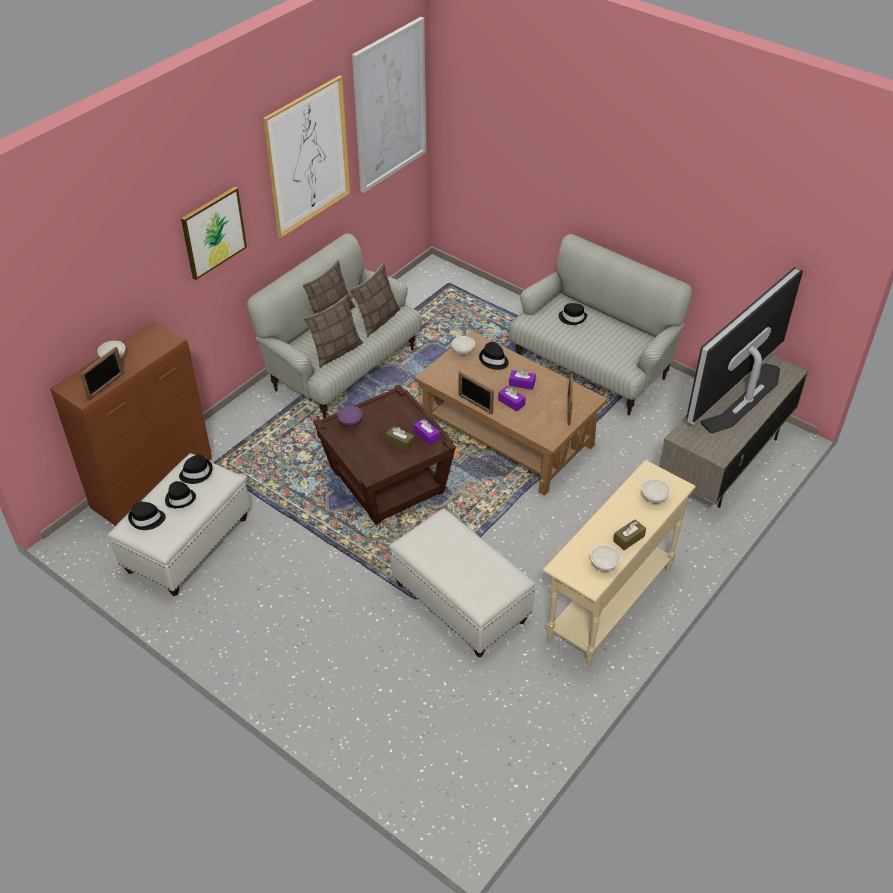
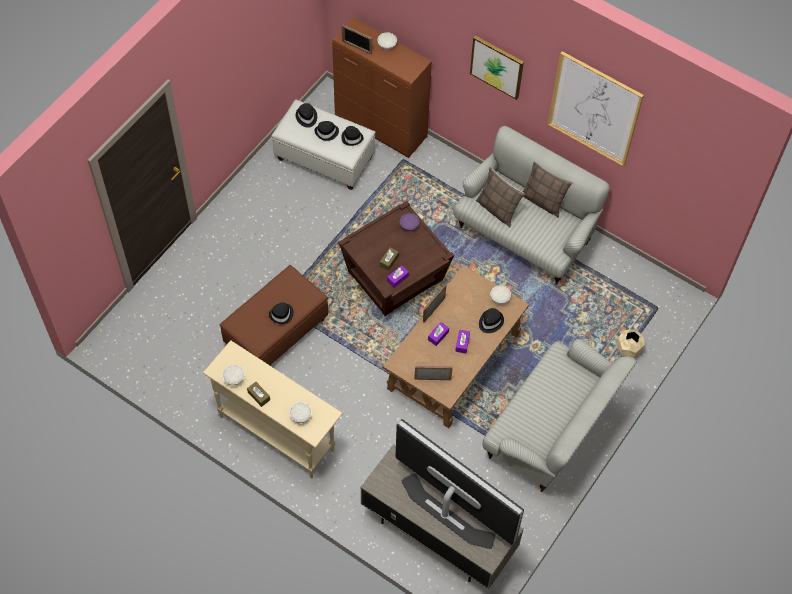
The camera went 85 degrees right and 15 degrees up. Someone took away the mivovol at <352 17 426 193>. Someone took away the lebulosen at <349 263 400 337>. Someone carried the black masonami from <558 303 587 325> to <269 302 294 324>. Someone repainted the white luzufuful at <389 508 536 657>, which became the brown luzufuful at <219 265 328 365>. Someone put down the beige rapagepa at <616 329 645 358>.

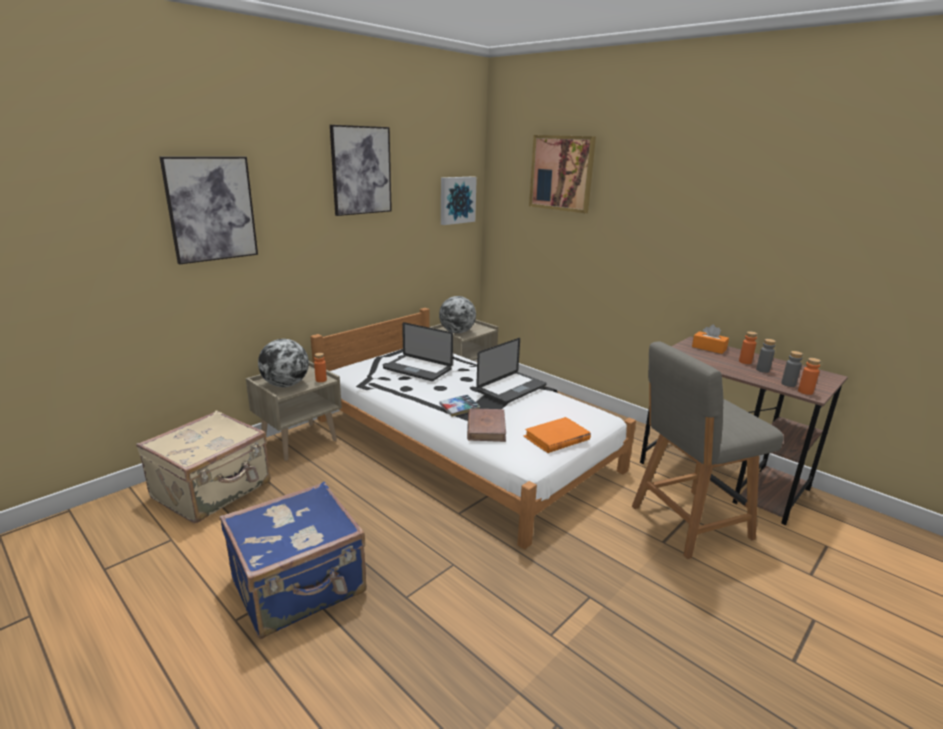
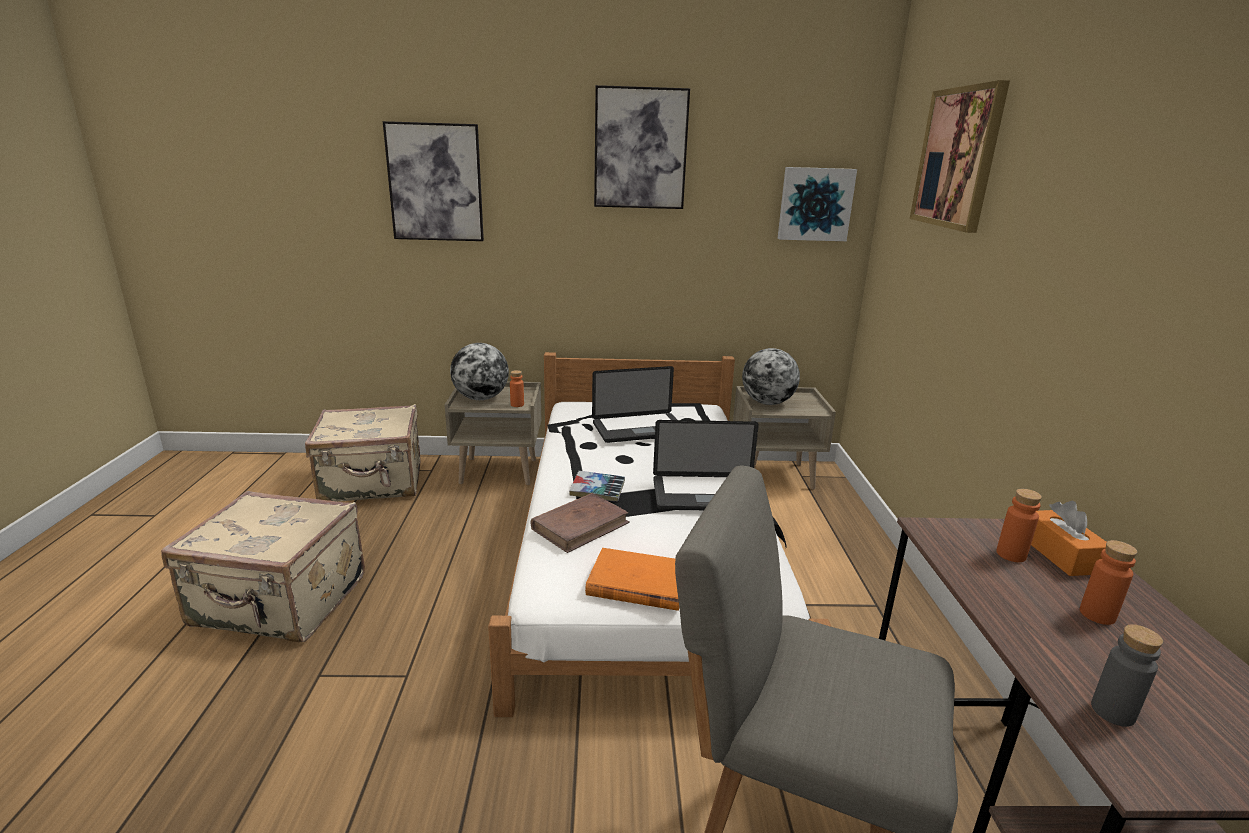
The camera went 45 degrees right and 0 degrees up. Someone rotated the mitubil at <383 322 453 381> by 90 degrees counterclockwise. Someone took away the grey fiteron at <756 339 776 373>. Someone carried the orange fiteron from <798 358 821 395> to <996 489 1042 562>. Someone repainted the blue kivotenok at <220 481 367 639>, which became the beige kivotenok at <161 491 365 642>.

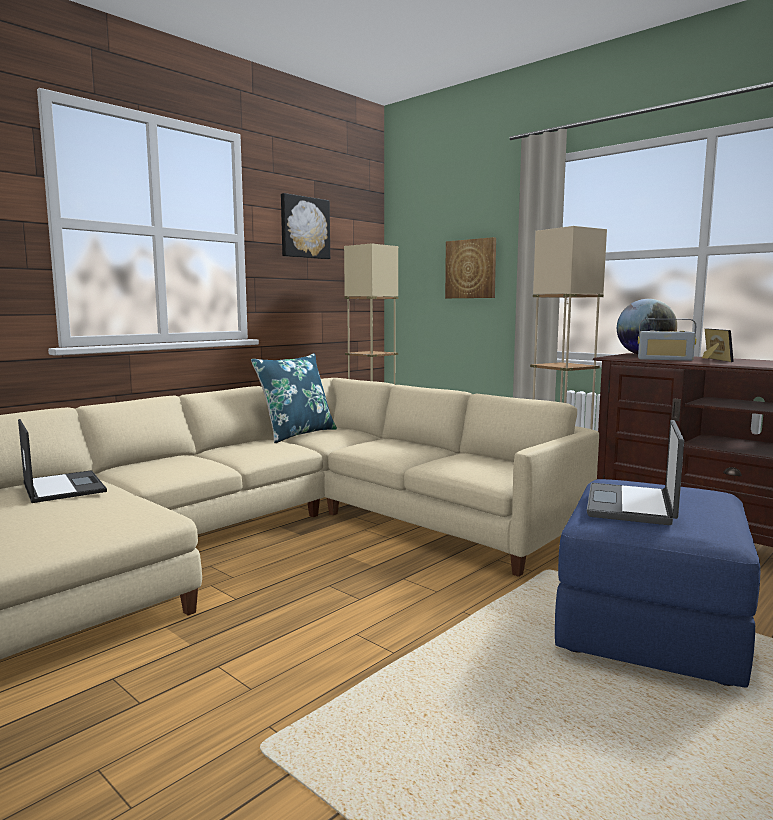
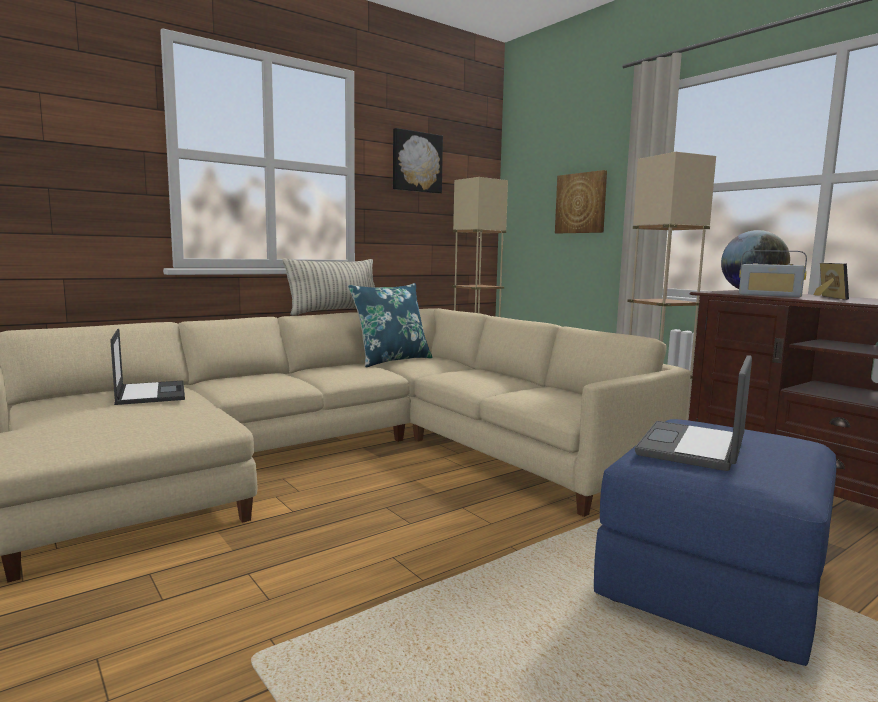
The camera went 10 degrees right and 0 degrees up. Someone put down the lebulosen at <283 258 375 316>.

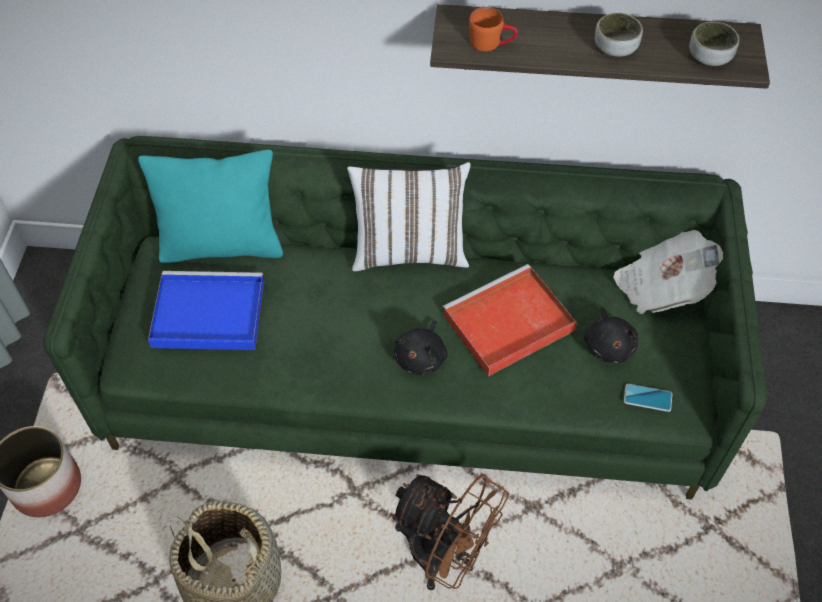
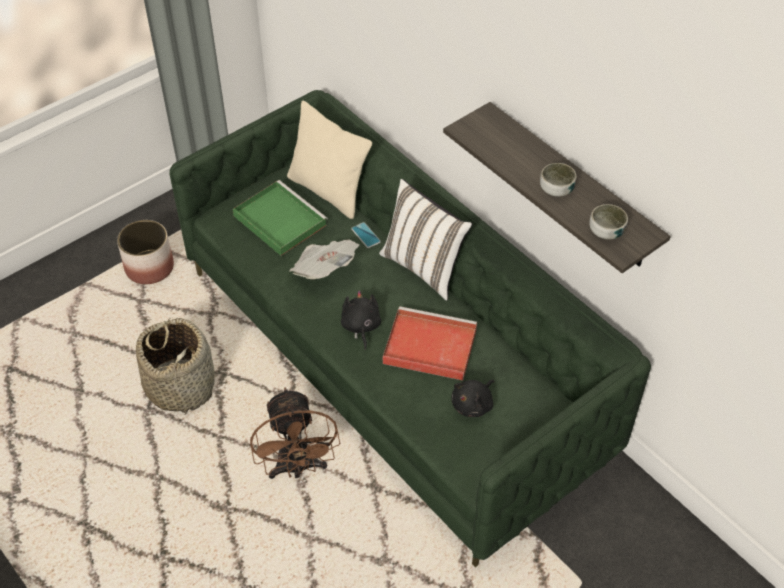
The camera went 45 degrees right and 5 degrees down. Someone took away the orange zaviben at <469 7 518 52>. Someone repainted the turquoise lebulosen at <138 149 283 263>, which became the beige lebulosen at <287 100 372 219>. Someone carried the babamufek from <613 230 723 314> to <290 239 359 279>. Someone repainted the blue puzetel at <148 271 264 350>, which became the green puzetel at <233 180 328 256>. Someone rotated the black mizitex at <394 321 448 375> by 105 degrees clockwise. Someone carried the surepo from <624 384 672 412> to <351 222 381 248>.

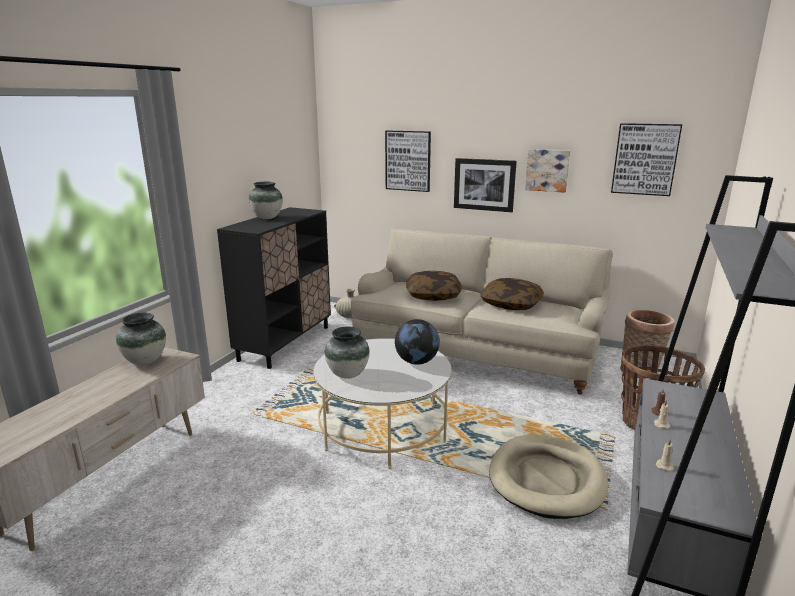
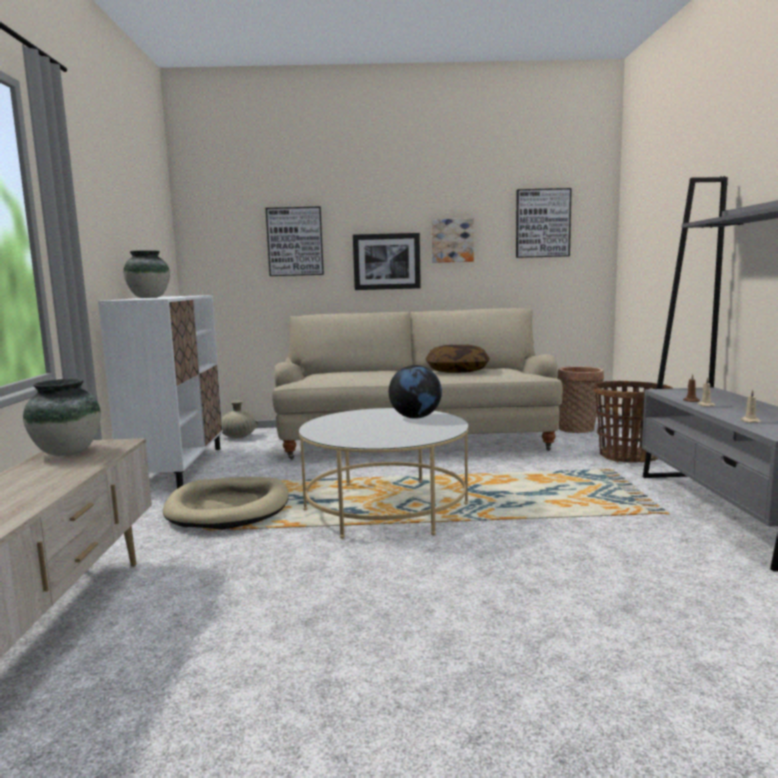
The camera went 25 degrees left and 10 degrees down. Someone repainted the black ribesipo at <217 207 331 369>, which became the white ribesipo at <98 295 223 489>. Someone took away the lebulosen at <406 271 462 301>. Someone took away the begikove at <325 326 370 379>. Someone carried the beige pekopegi from <489 435 608 519> to <163 477 289 529>.

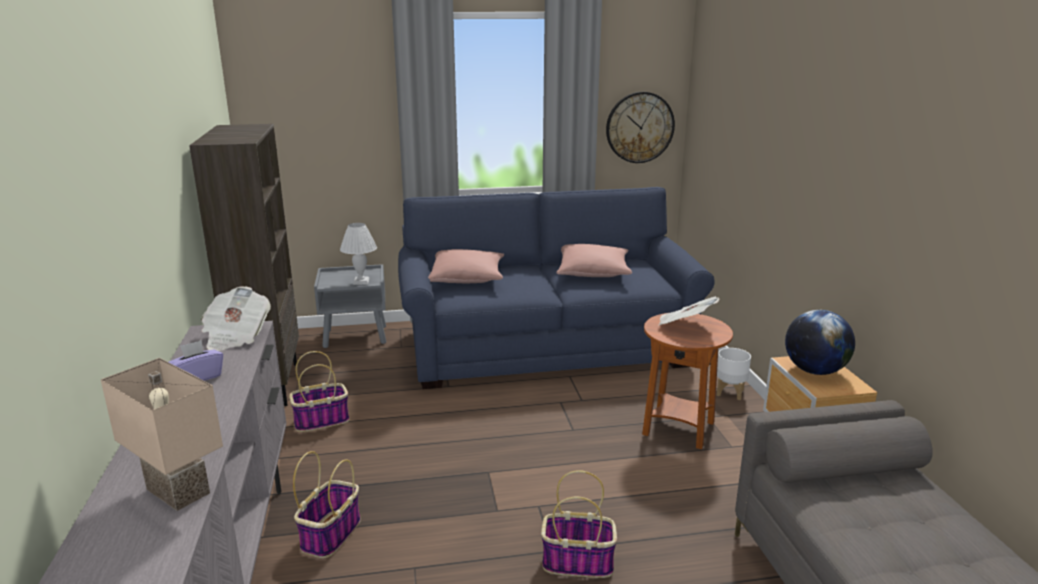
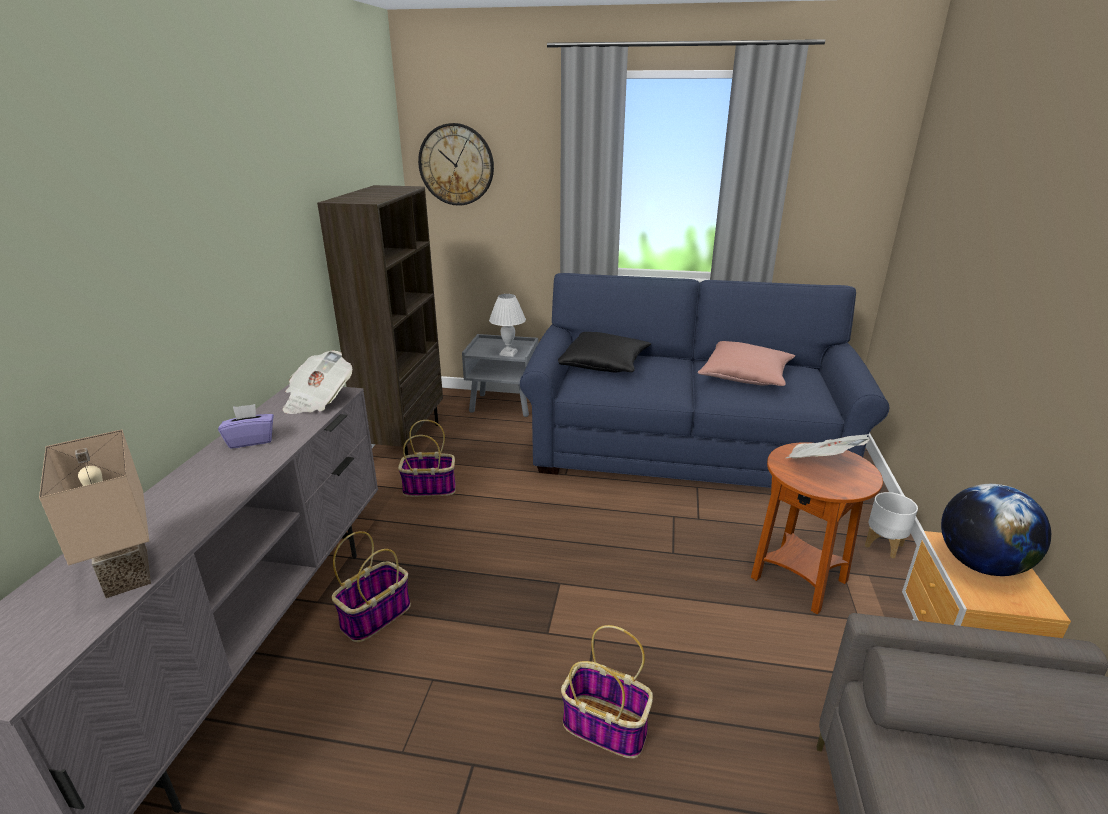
The camera went 20 degrees right and 5 degrees up. Someone carried the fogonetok from <606 92 675 163> to <418 123 494 206>. Someone repainted the pink lebulosen at <428 249 504 283>, which became the black lebulosen at <558 332 651 373>.

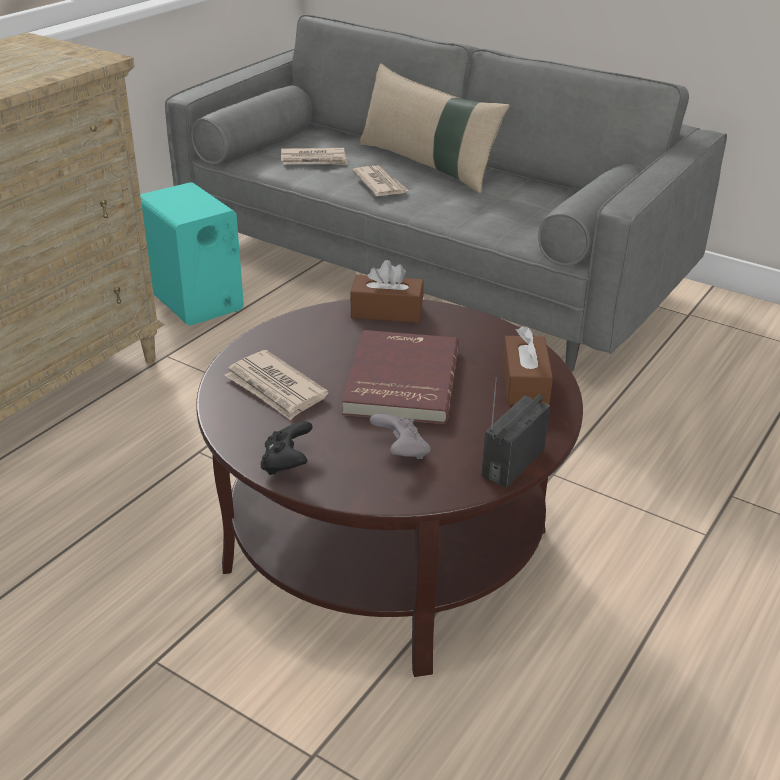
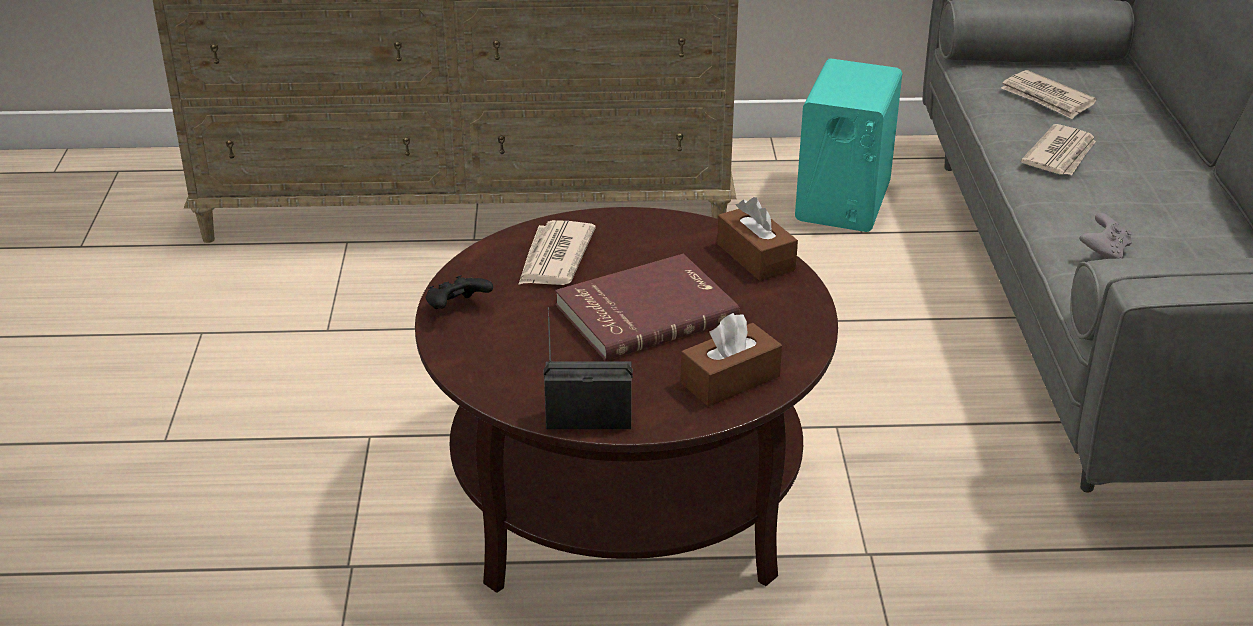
The camera went 55 degrees right and 0 degrees up. Someone took away the beige lebulosen at <359 63 510 193>. Someone carried the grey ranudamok from <370 414 430 459> to <1079 213 1132 259>.

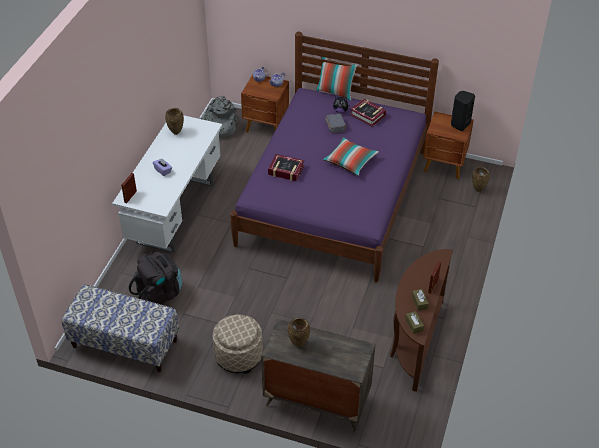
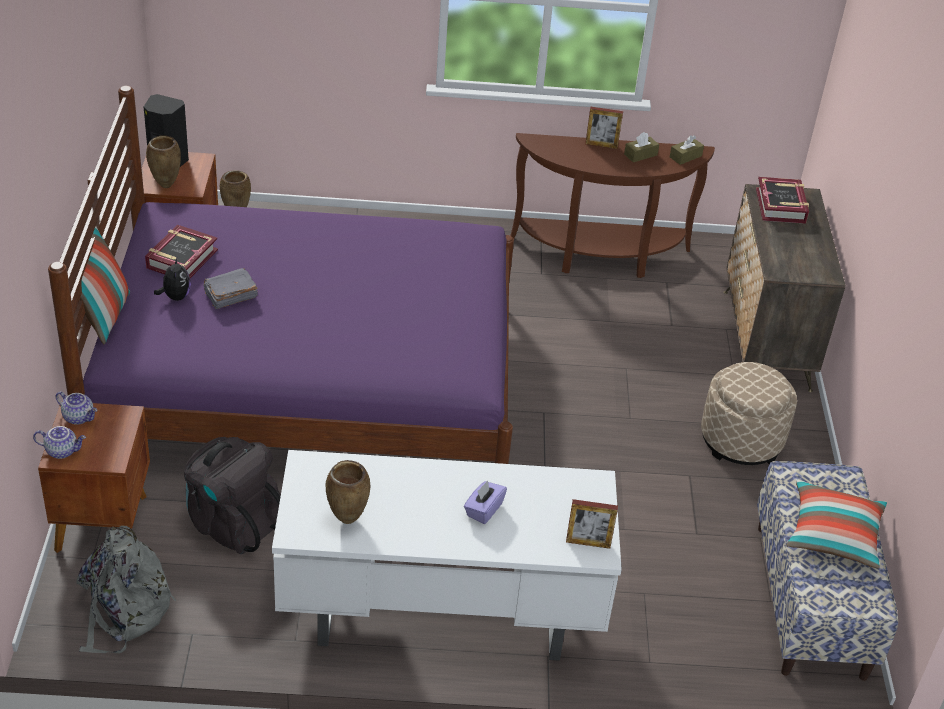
The camera went 110 degrees left and 5 degrees down. Someone carried the lebulosen from <323 137 379 176> to <787 479 887 569>. Someone carried the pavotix from <268 154 304 181> to <756 177 809 224>. Someone carried the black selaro from <129 252 182 304> to <184 437 281 554>. Someone carried the brown begikove from <288 317 310 347> to <146 135 181 188>.

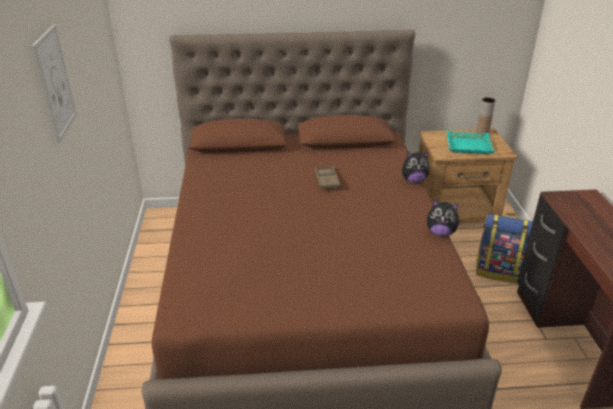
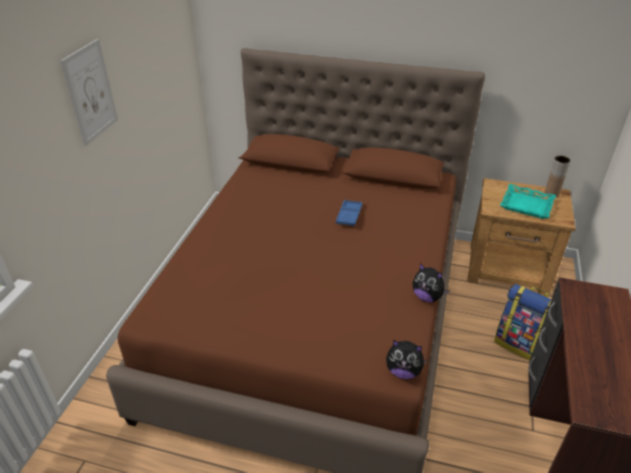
The camera went 20 degrees right and 5 degrees up. Someone carried the mizitex from <402 152 429 183> to <386 340 428 379>. Someone repainted the brown puzetel at <315 166 340 189>, which became the blue puzetel at <336 200 362 226>.

